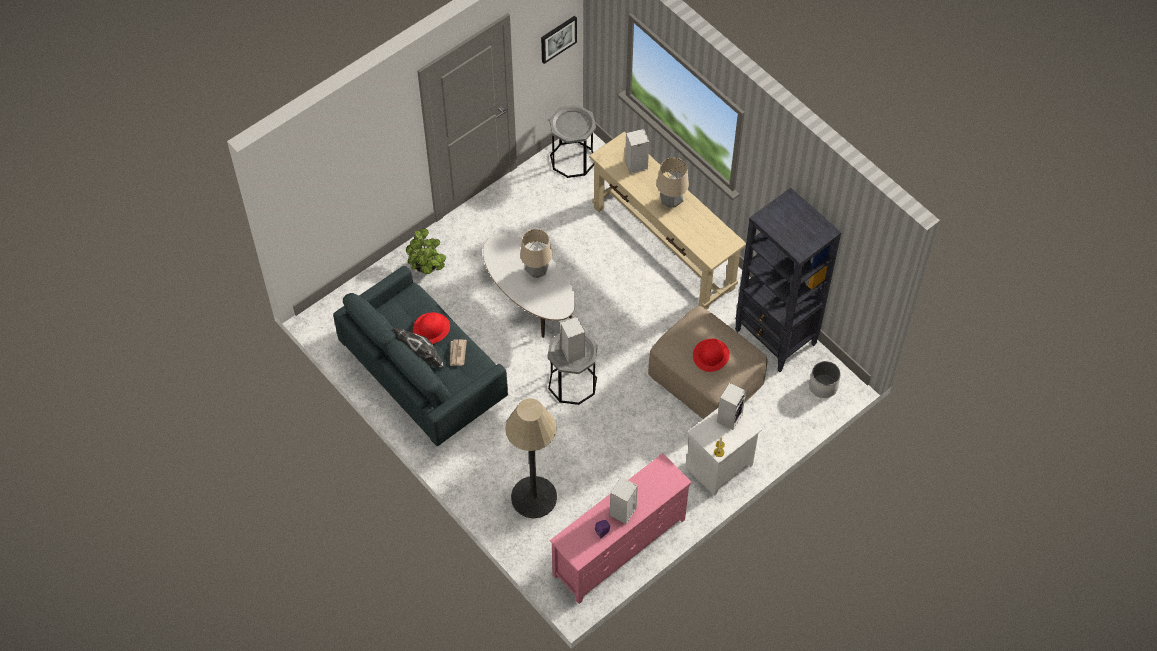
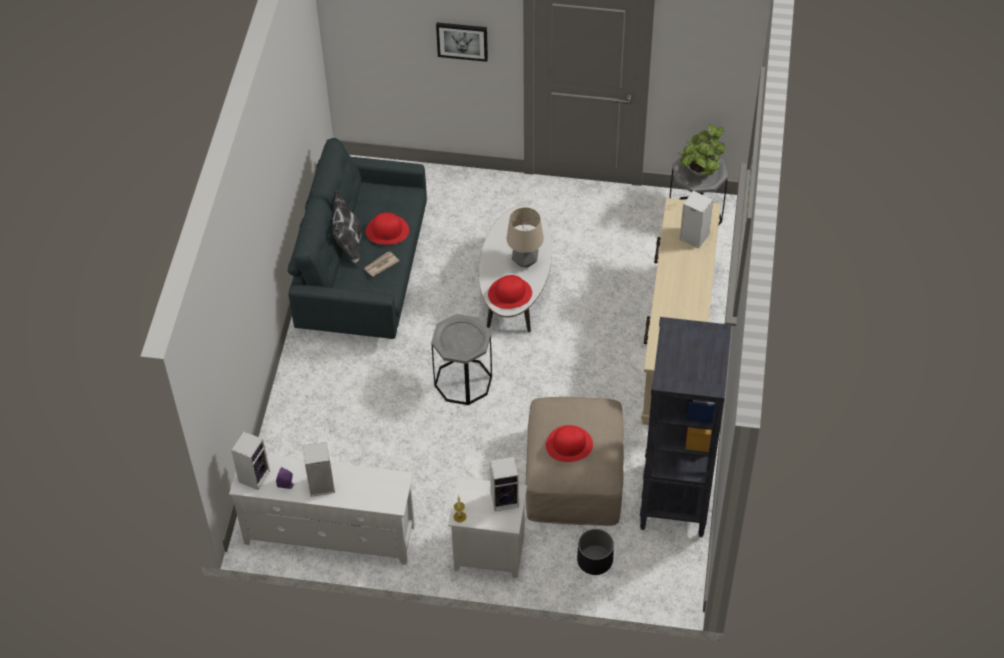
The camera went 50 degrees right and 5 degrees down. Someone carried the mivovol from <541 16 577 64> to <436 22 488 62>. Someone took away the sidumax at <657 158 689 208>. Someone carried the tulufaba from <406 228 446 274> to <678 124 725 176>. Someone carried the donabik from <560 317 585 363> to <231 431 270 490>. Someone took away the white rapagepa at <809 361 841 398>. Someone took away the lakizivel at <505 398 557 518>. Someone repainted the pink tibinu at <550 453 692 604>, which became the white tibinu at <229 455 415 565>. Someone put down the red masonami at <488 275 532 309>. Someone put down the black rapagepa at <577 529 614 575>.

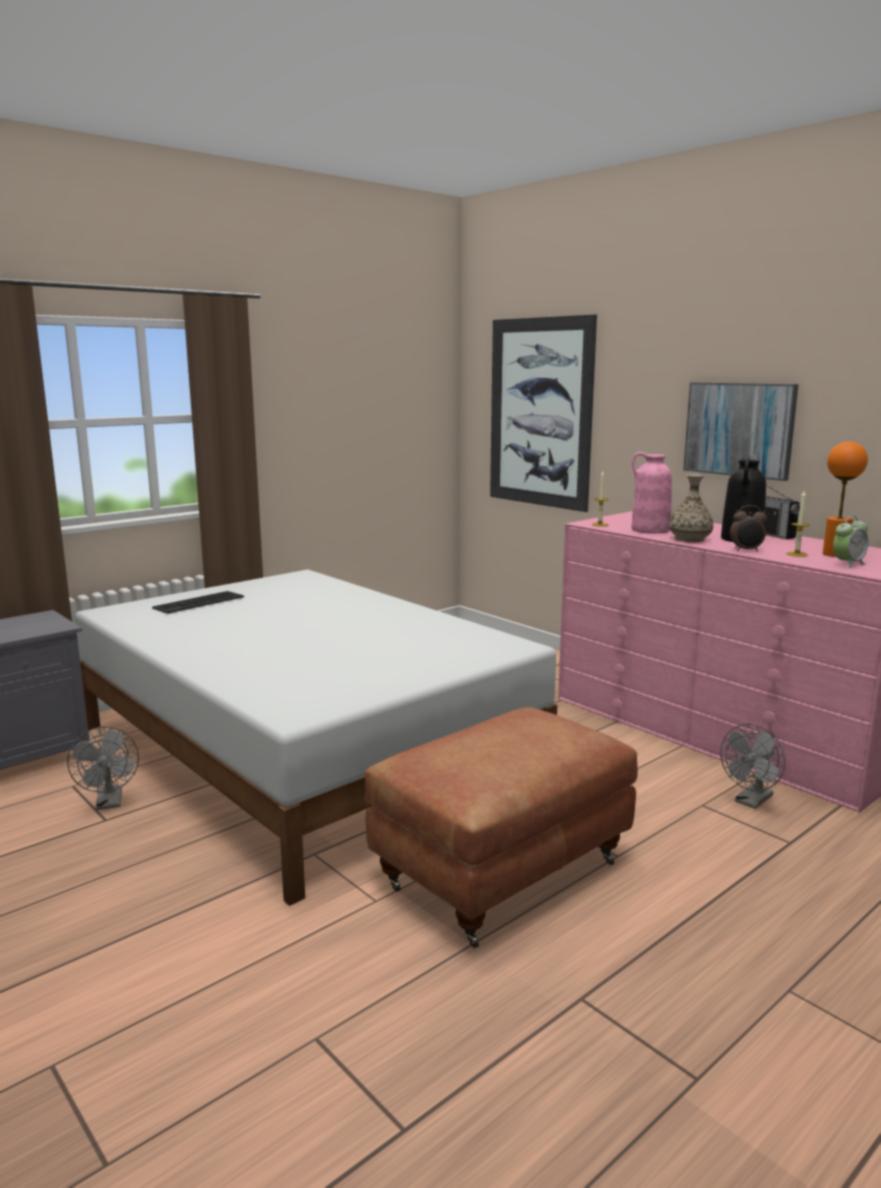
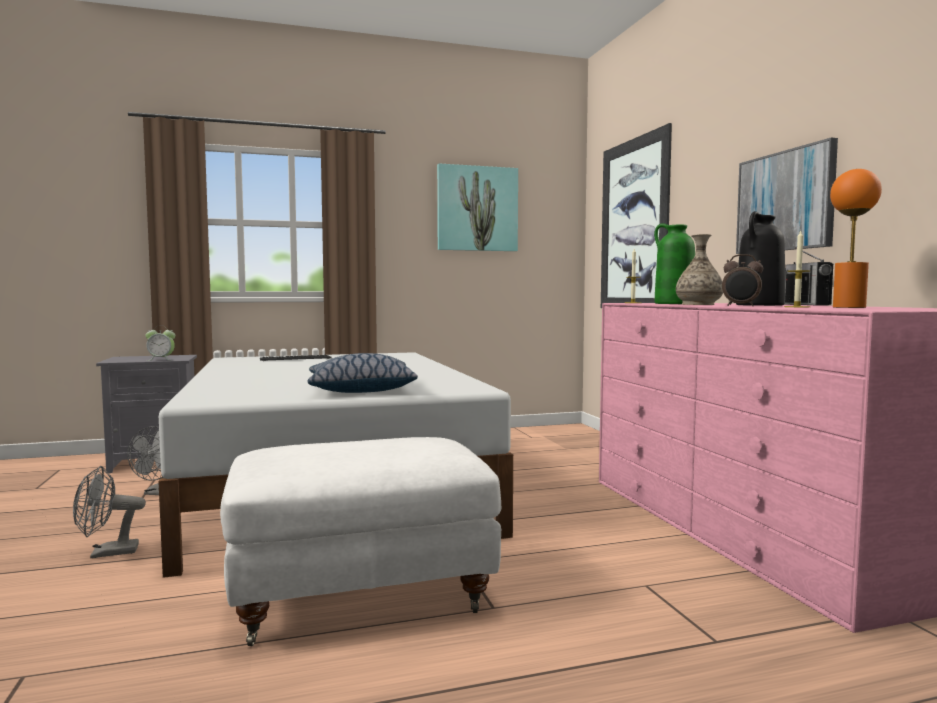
The camera went 25 degrees right and 10 degrees down. Someone repainted the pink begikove at <632 452 672 534>, which became the green begikove at <654 223 695 304>. Someone carried the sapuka from <833 516 868 568> to <146 326 175 361>. Someone repainted the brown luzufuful at <365 707 638 948>, which became the white luzufuful at <220 437 501 646>. Someone carried the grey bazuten from <720 724 785 809> to <73 466 146 558>. Someone put up the mivovol at <437 163 518 251>. Someone put down the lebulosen at <308 353 418 393>.

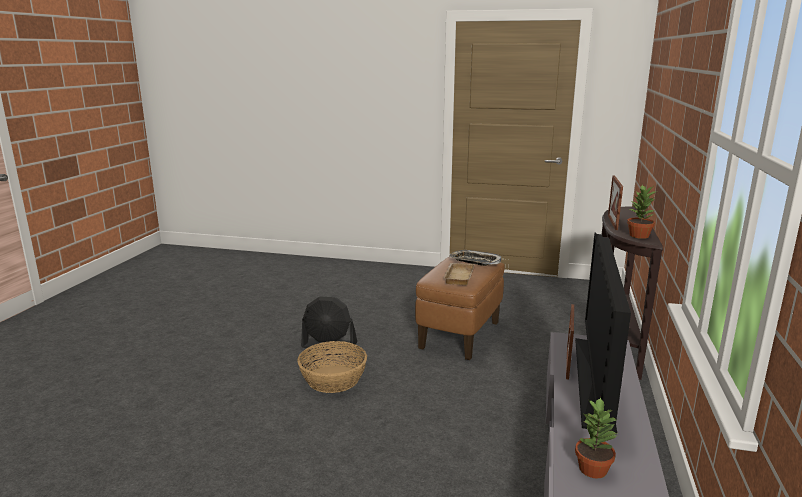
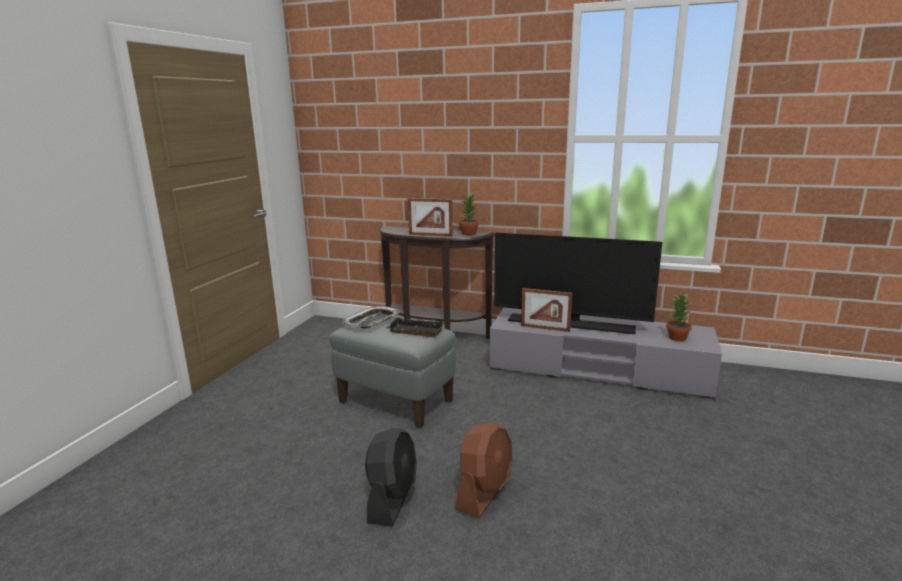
The camera went 85 degrees left and 0 degrees up. Someone repainted the brown luzufuful at <415 256 504 360>, which became the grey luzufuful at <330 317 456 428>. Someone repainted the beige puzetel at <444 263 475 285>, which became the black puzetel at <387 318 445 337>. Someone swapped the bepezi at <297 341 367 393> for the brown bazuten at <455 423 512 518>.

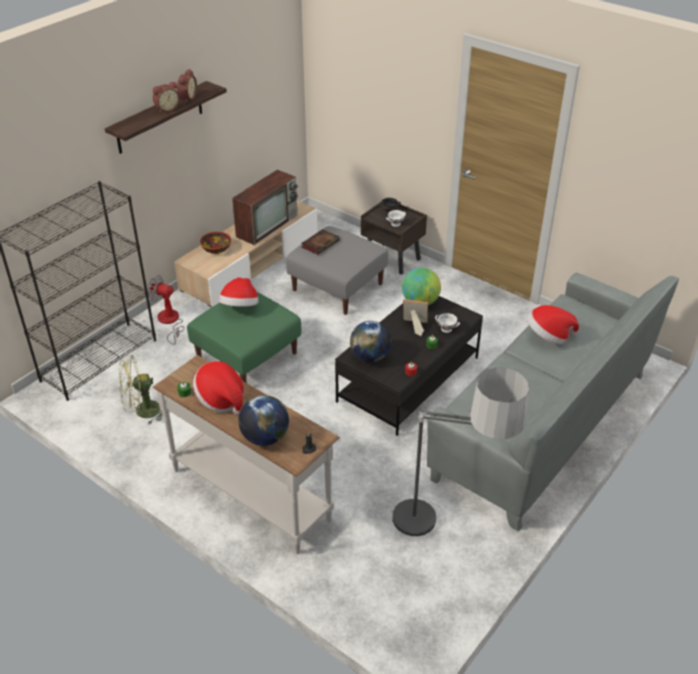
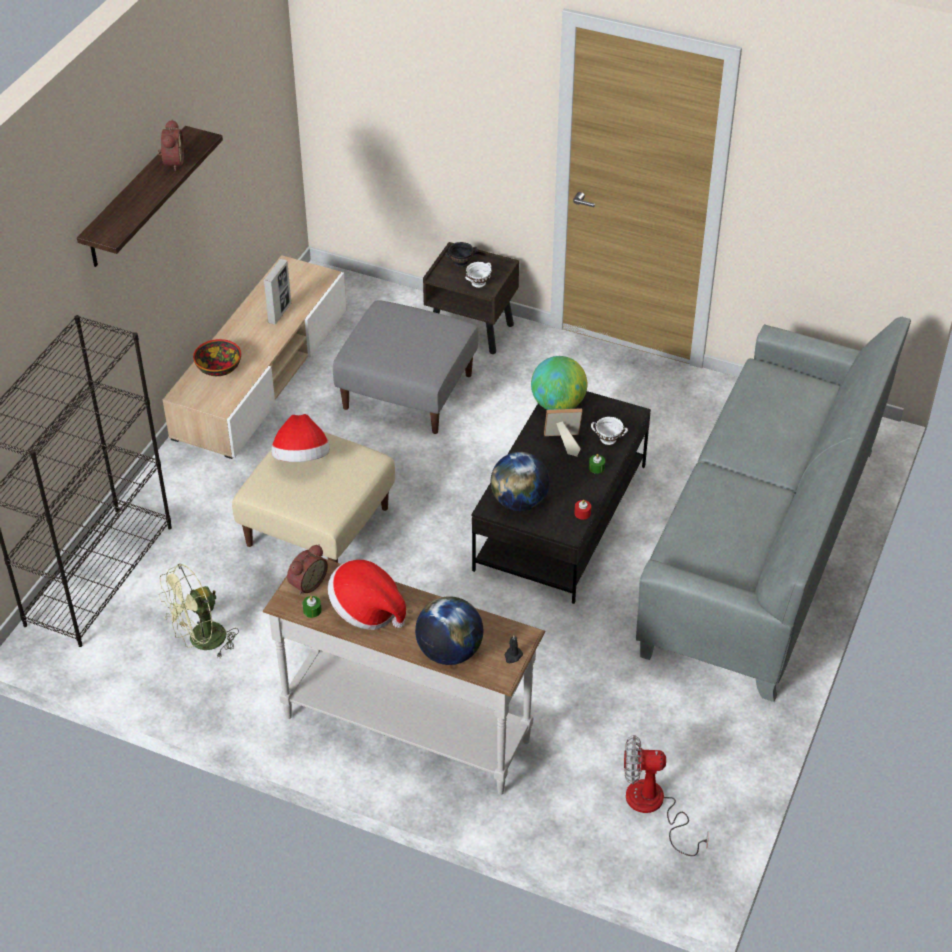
The camera went 15 degrees left and 5 degrees up. Someone carried the sapuka from <153 82 180 113> to <287 544 328 595>. Someone swapped the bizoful at <232 170 298 245> for the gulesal at <263 259 291 325>. Someone took away the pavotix at <301 229 340 255>. Someone carried the bazuten from <147 275 184 345> to <624 735 708 856>. Someone repainted the green luzufuful at <187 291 301 383>, which became the beige luzufuful at <232 432 395 563>. Someone took away the masonami at <527 305 579 344>. Someone took away the lakizivel at <391 368 529 536>.

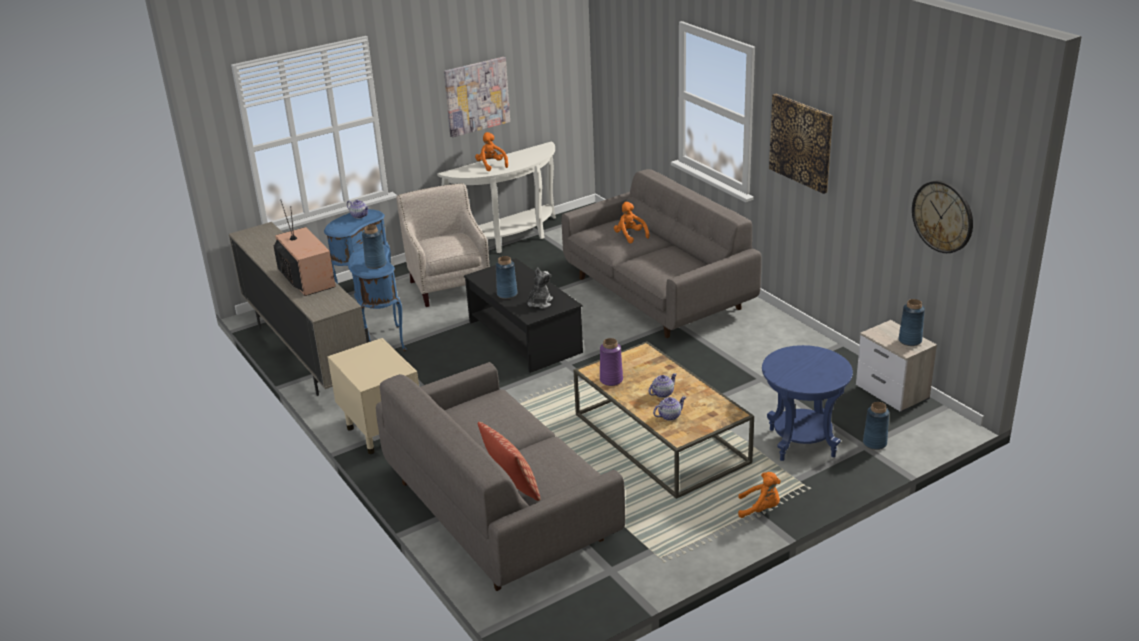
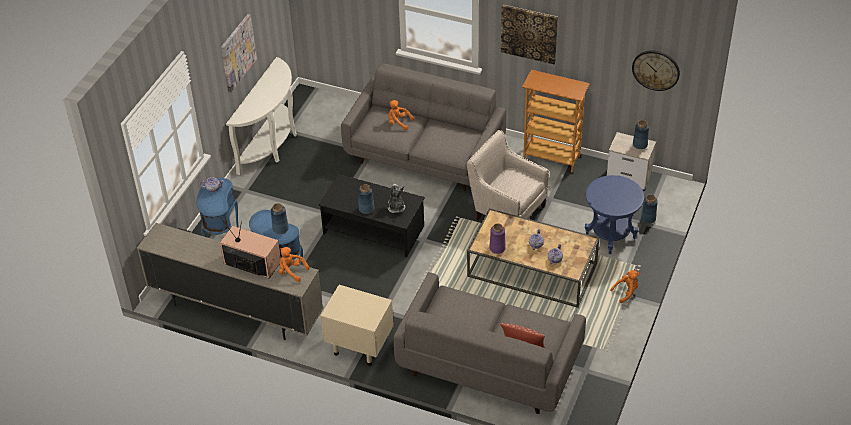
The camera went 35 degrees left and 15 degrees up. Someone carried the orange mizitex from <475 132 508 171> to <279 247 309 282>. Someone carried the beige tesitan from <396 183 490 307> to <467 130 549 220>. Someone put down the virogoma at <522 70 590 172>.

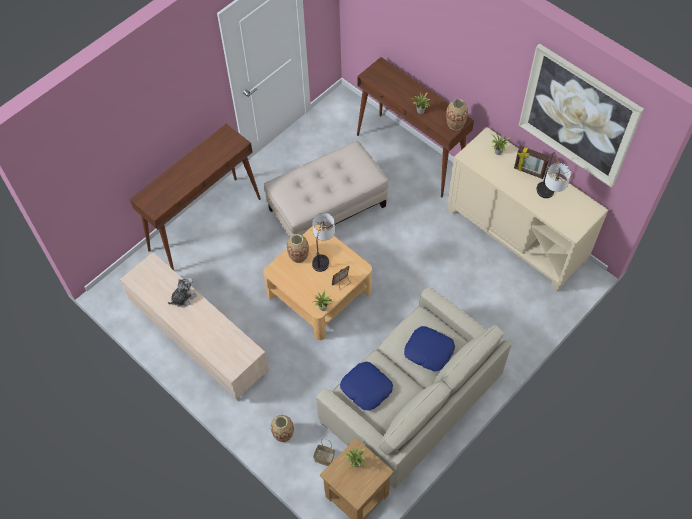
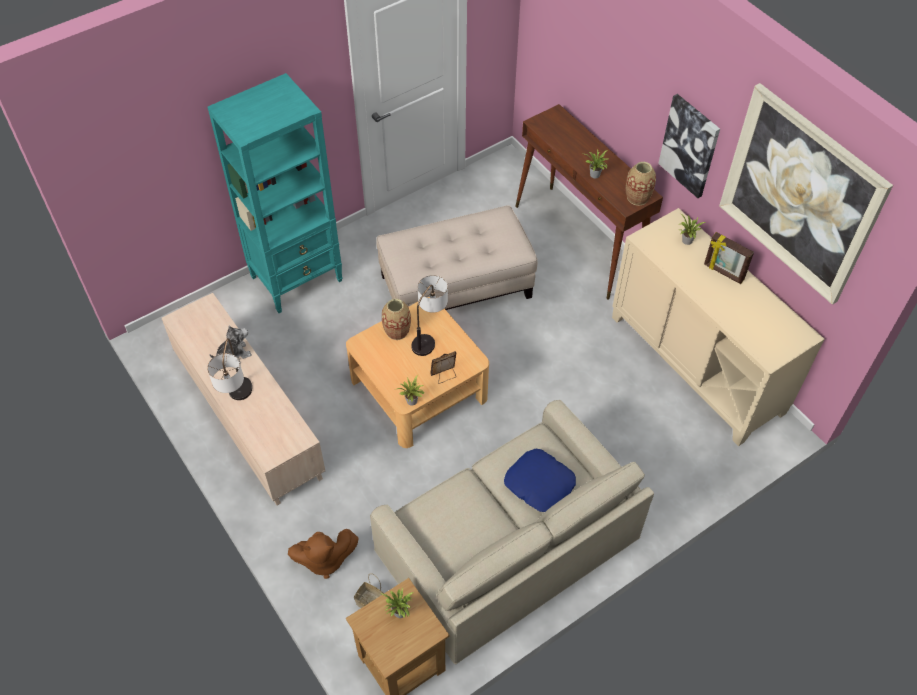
The camera went 10 degrees right and 5 degrees down. Someone swapped the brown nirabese at <130 124 261 270> for the turquoise virogoma at <207 73 342 313>. Someone carried the sidumax from <536 152 571 198> to <207 338 252 400>. Someone took away the blue lebulosen at <340 362 393 410>. Someone swapped the begikove at <271 415 294 442> for the brown mizitex at <288 529 358 579>. Someone put up the mivovol at <658 94 720 198>.

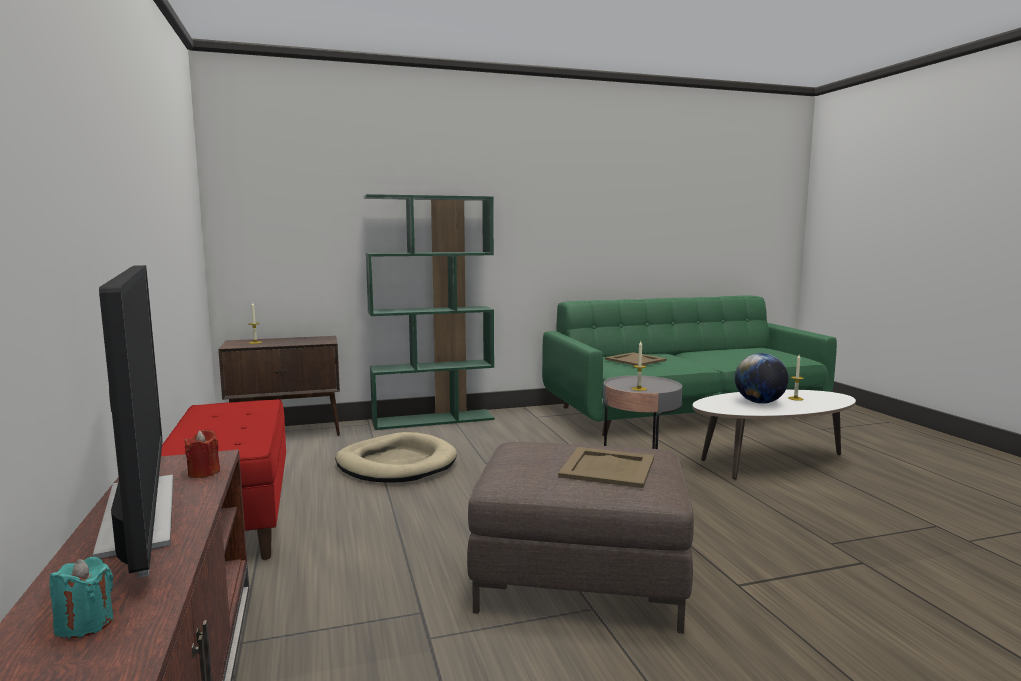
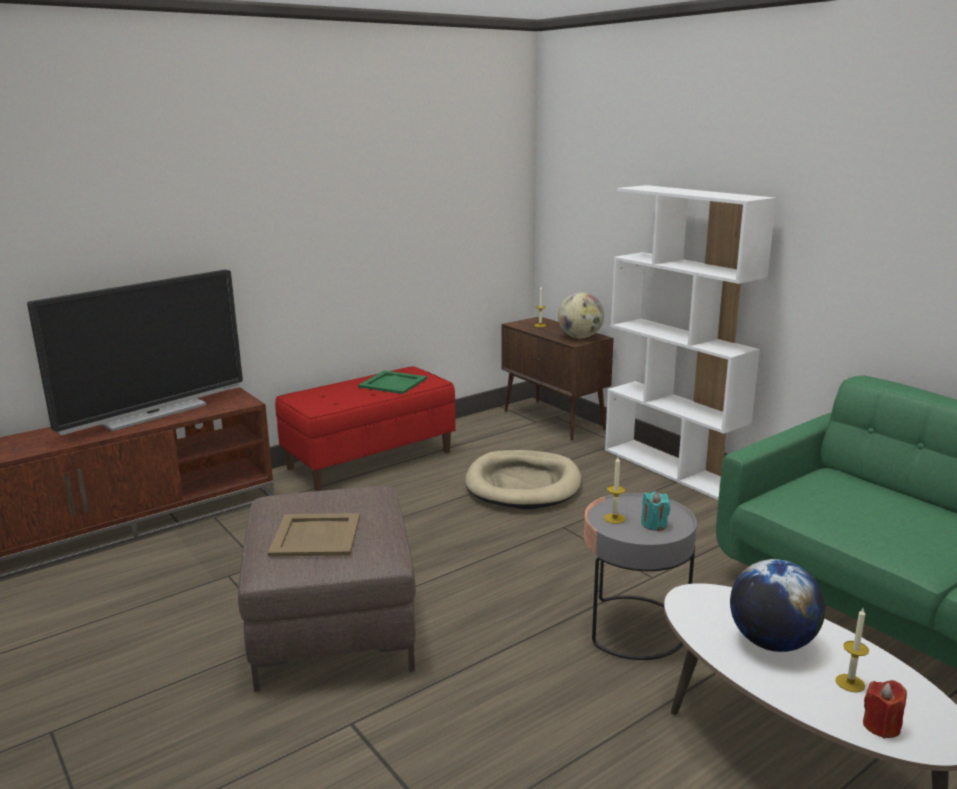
The camera went 70 degrees right and 10 degrees up. Someone repainted the green virogoma at <364 194 495 430>, which became the white virogoma at <605 185 776 500>. Someone took away the beige puzetel at <605 352 667 365>. Someone carried the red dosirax from <184 430 220 478> to <863 680 907 739>. Someone carried the turquoise dosirax from <50 557 113 639> to <641 492 670 531>. Someone put down the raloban at <558 292 604 338>. Someone put down the green puzetel at <358 371 427 394>.

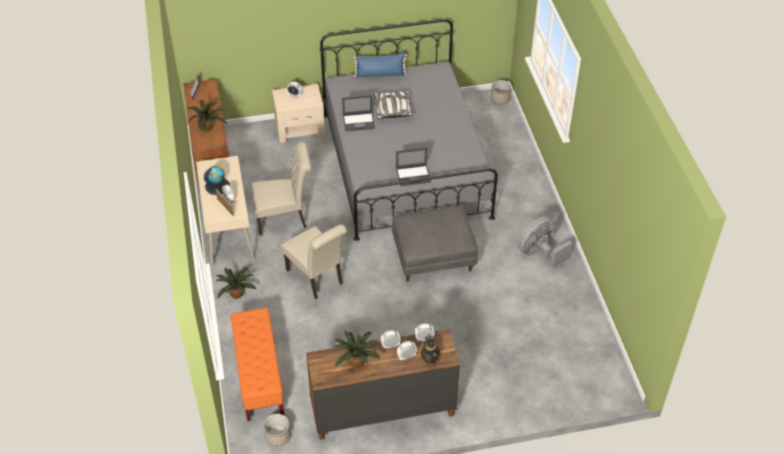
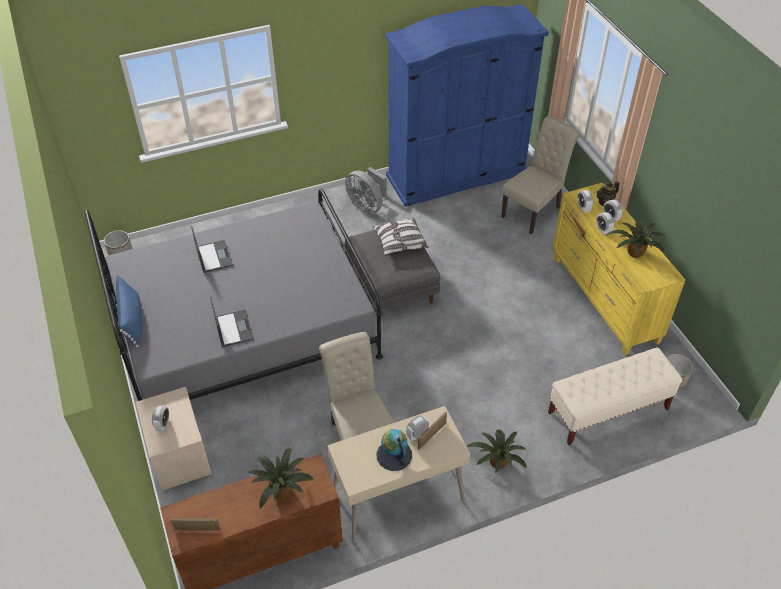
The camera went 100 degrees left and 0 degrees up. Someone carried the lebulosen from <374 91 414 119> to <373 217 429 256>. Someone carried the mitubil from <396 148 431 186> to <191 226 233 273>. Someone carried the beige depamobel from <281 225 347 299> to <501 116 580 234>. Someone repainted the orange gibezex at <230 308 284 421>, which became the beige gibezex at <548 347 682 445>. Someone repainted the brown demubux at <306 329 460 440>, which became the yellow demubux at <552 183 686 356>. Someone put down the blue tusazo at <385 4 549 207>.

